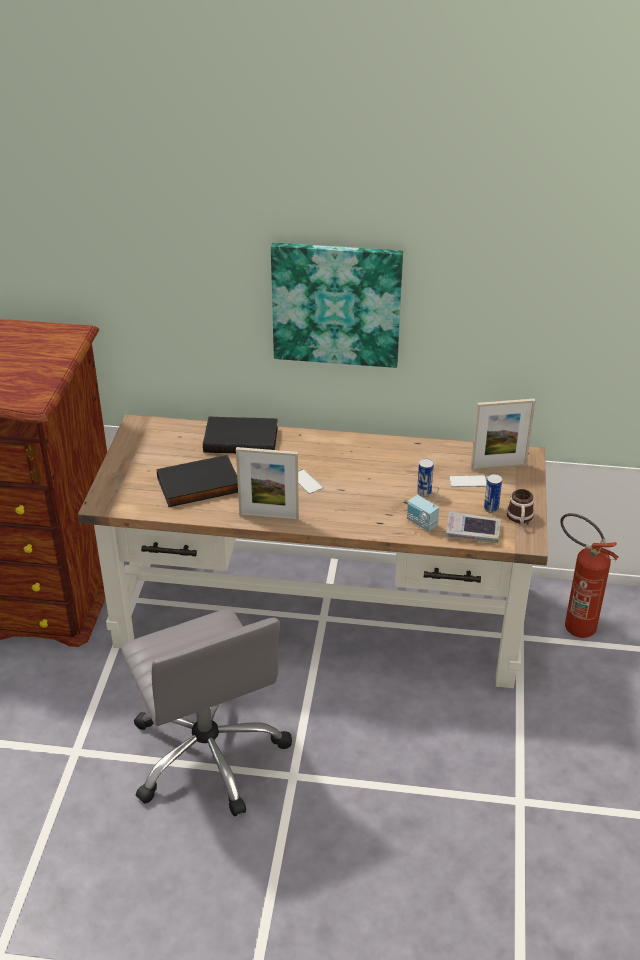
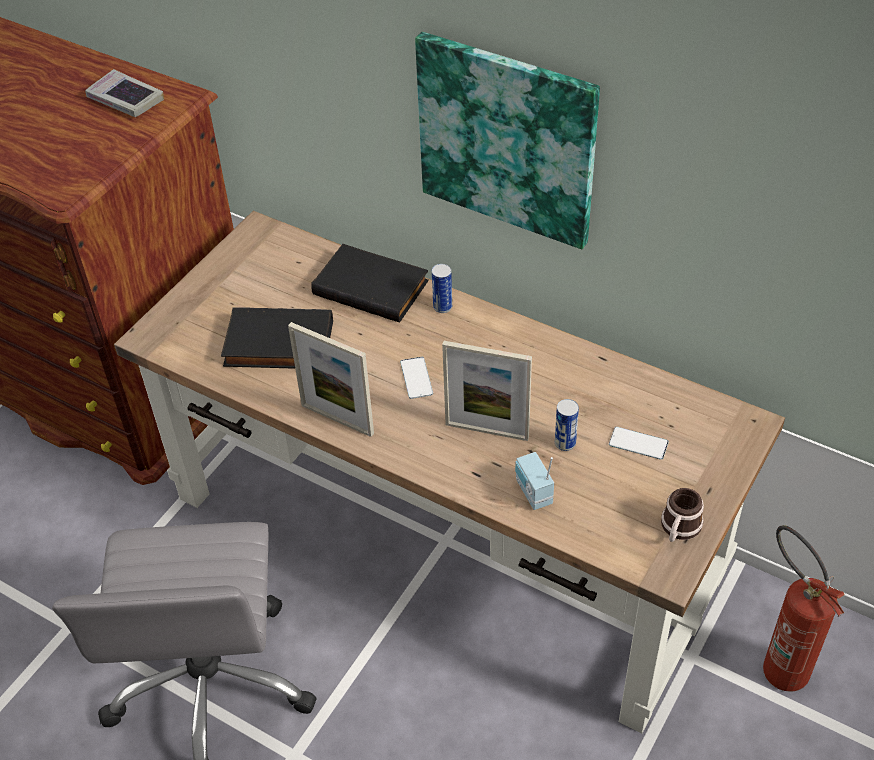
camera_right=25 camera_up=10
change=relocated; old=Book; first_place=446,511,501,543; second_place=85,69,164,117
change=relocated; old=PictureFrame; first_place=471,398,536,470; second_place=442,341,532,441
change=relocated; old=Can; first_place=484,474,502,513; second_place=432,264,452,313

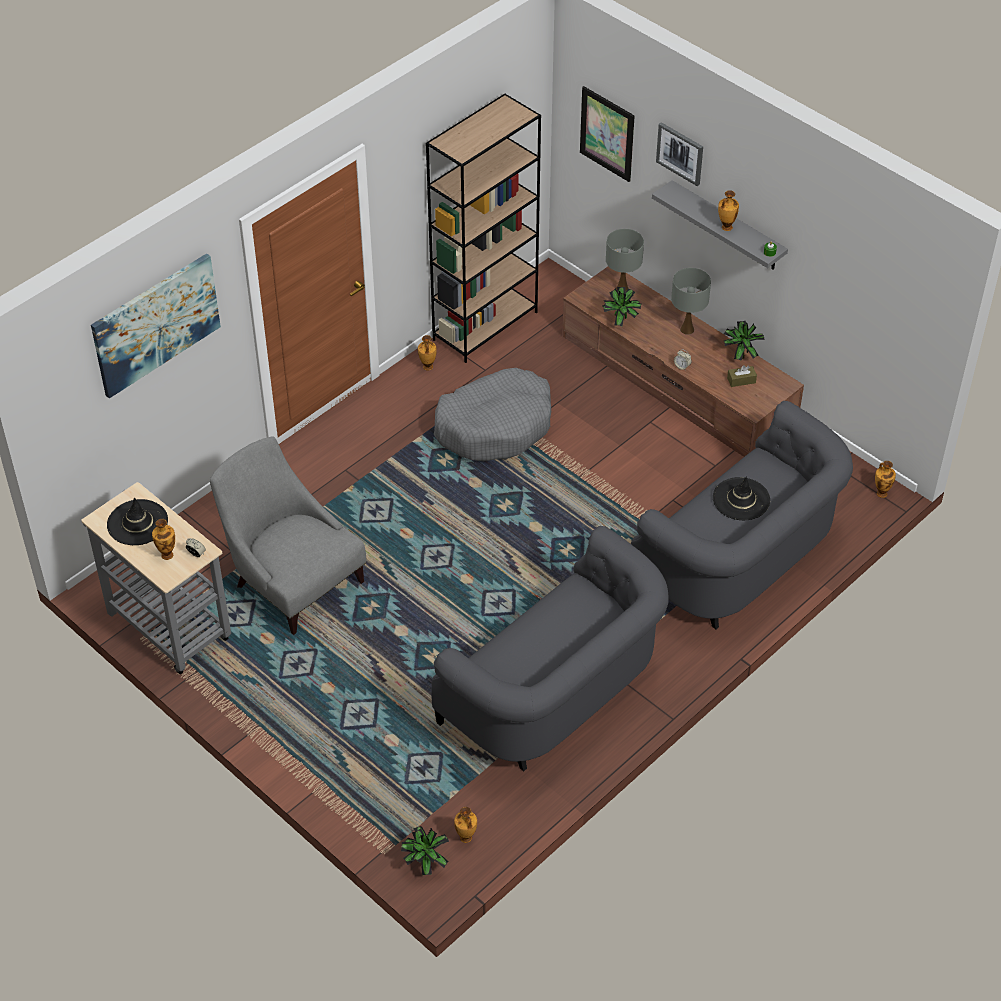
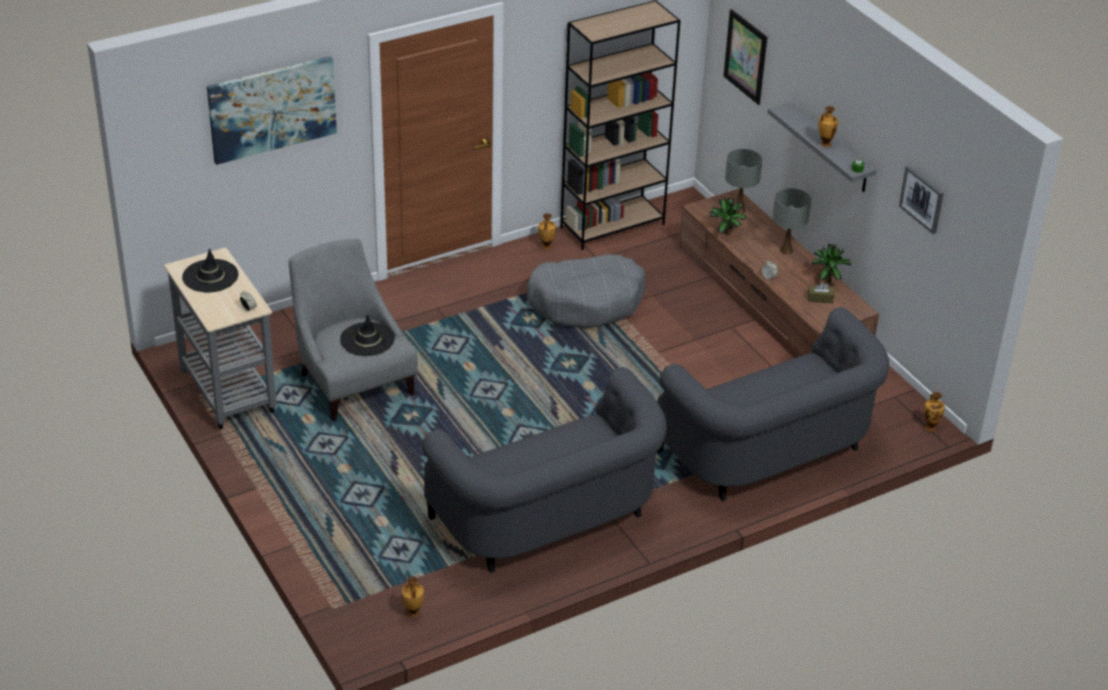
camera_right=15 camera_up=-10
change=missing; old=Vase; first_place=152,519,175,560
change=missing; old=PottedPlant; first_place=401,826,449,875
change=relocated; old=Picture; first_place=656,122,703,186; second_place=899,165,944,234
change=relocated; old=BlackHat; first_place=713,476,770,520; second_place=340,314,395,356

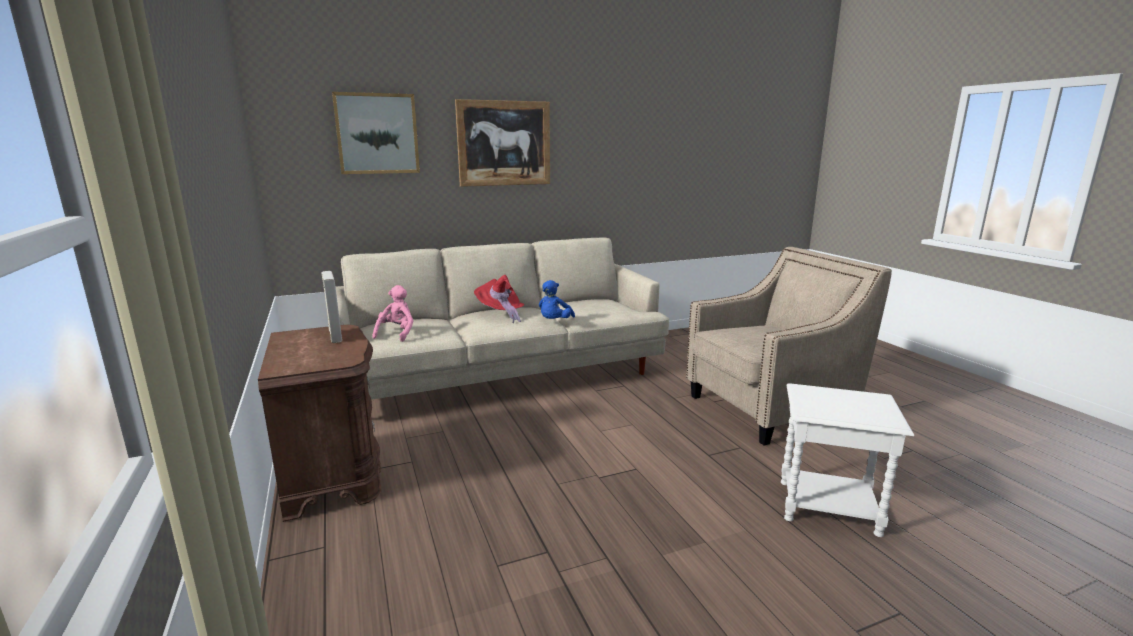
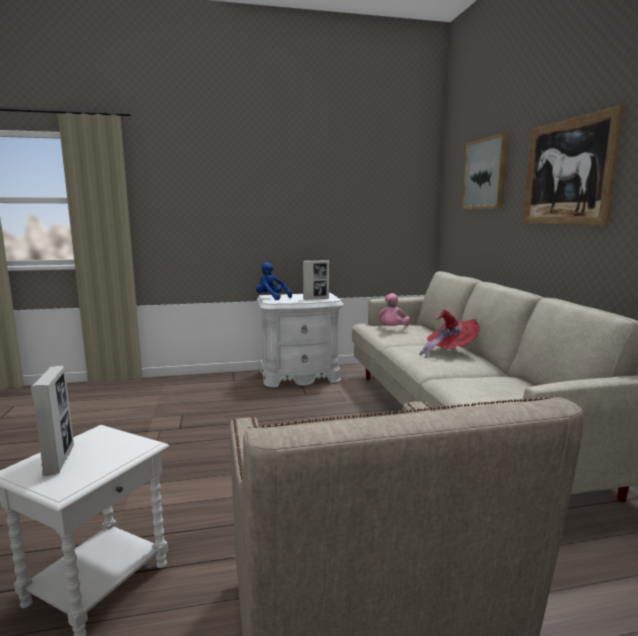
camera_right=100 camera_up=-5
change=appeared; new=PictureFrame; second_place=31,366,74,476
change=relocated; old=BluePlushToy; first_place=539,280,575,319; second_place=256,262,292,300
change=colour; old=BrownNightstand; new=WhiteNightstand; first_place=258,325,381,522; second_place=257,293,344,388
change=spun; old=PinkPlushToy; first_place=372,285,413,342; second_place=378,293,410,326; degrees=90

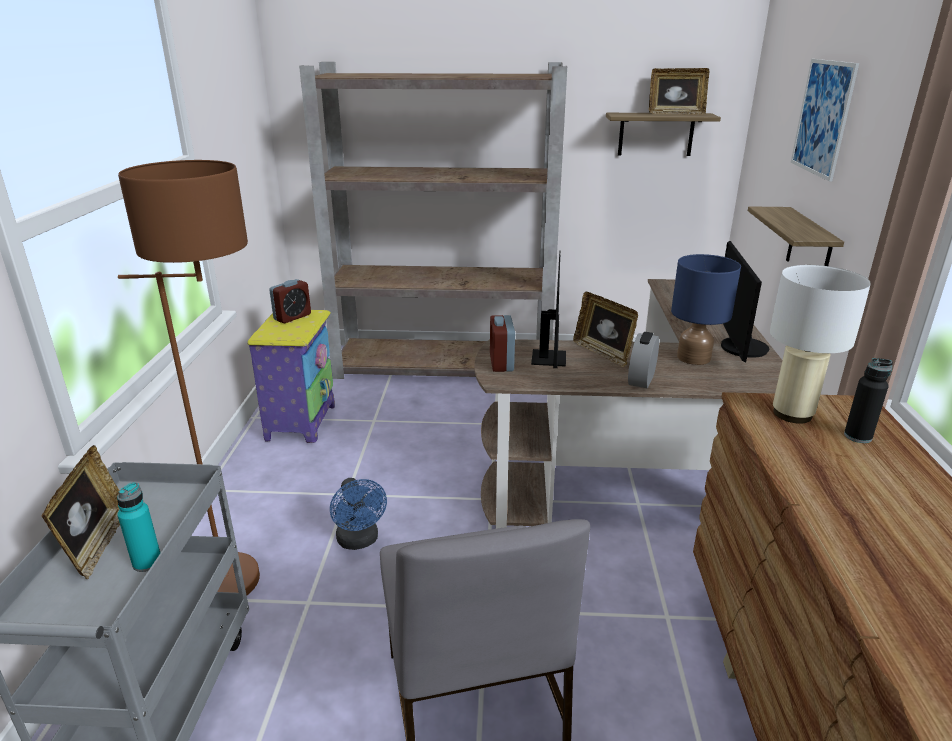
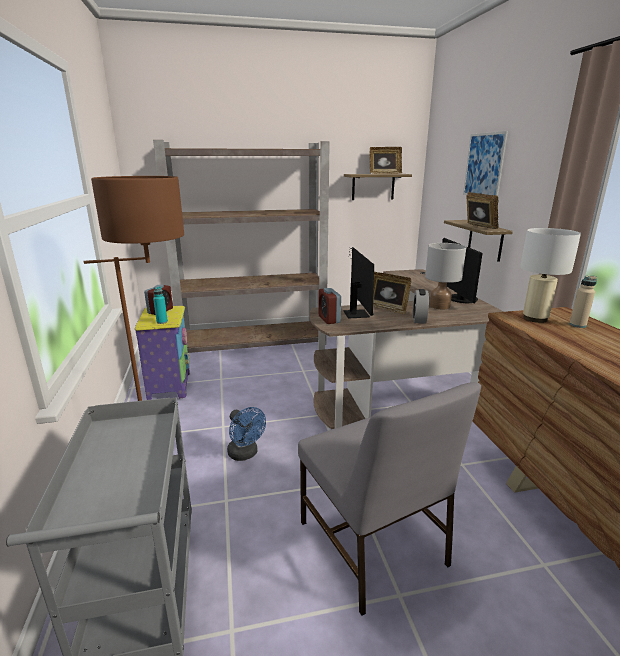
camera_right=-15 camera_up=-5
change=relocated; old=PictureFrame; first_place=41,445,120,579; second_place=466,192,499,229
change=relocated; old=TurquoiseBottle; first_place=117,482,160,572; second_place=153,287,168,324
change=colour; old=BlueTableLamp; new=GreyTableLamp; first_place=671,254,741,365; second_place=425,243,466,309
change=colour; old=BlackBottle; new=BeigeBottle; first_place=844,358,893,443; second_place=569,276,597,328

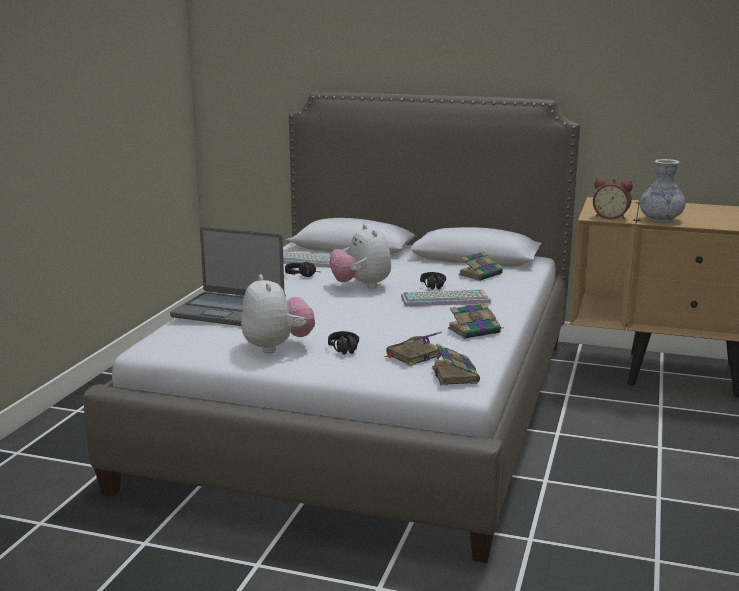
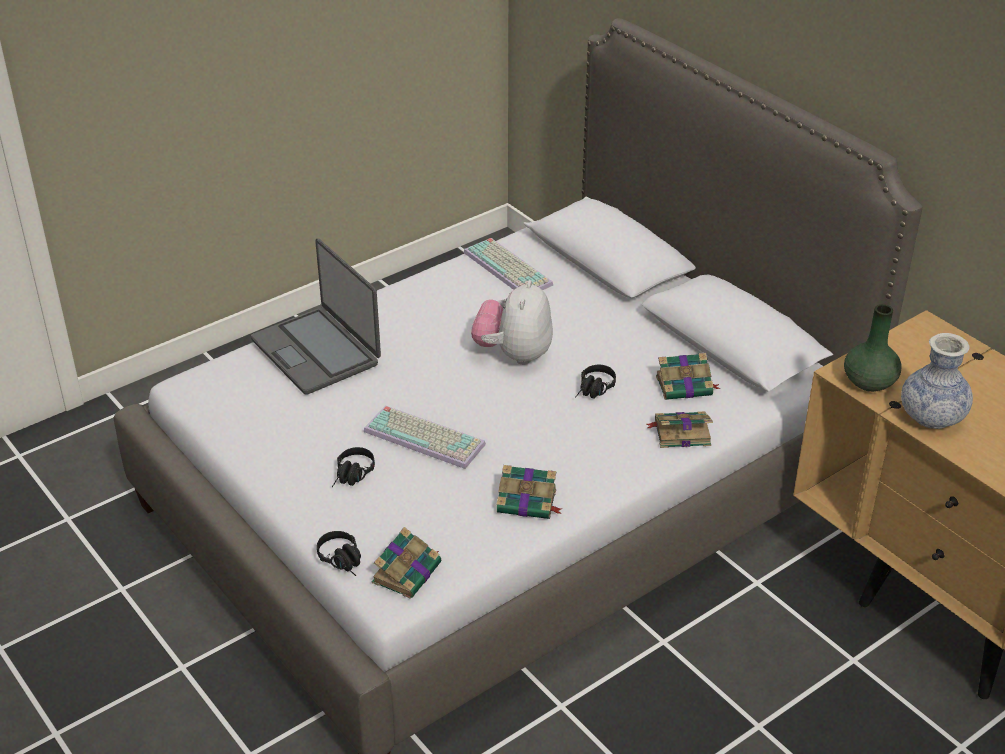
camera_right=35 camera_up=20
change=missing; old=PlushToy; first_place=241,274,315,353
change=relocated; old=BlackHeadphones; first_place=285,262,318,277; second_place=317,531,361,576
change=relocated; old=Book; first_place=384,332,442,366; second_place=647,411,713,448
change=relocated; old=Keyboard; first_place=401,289,491,307; second_place=364,405,486,469
change=exchanged; old=AlarmClock; new=GreenVase; first_place=593,178,633,220; second_place=844,304,902,392

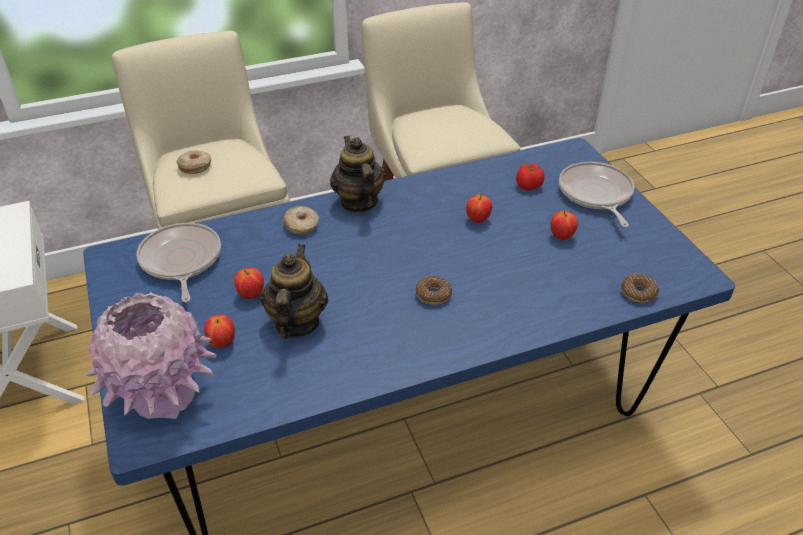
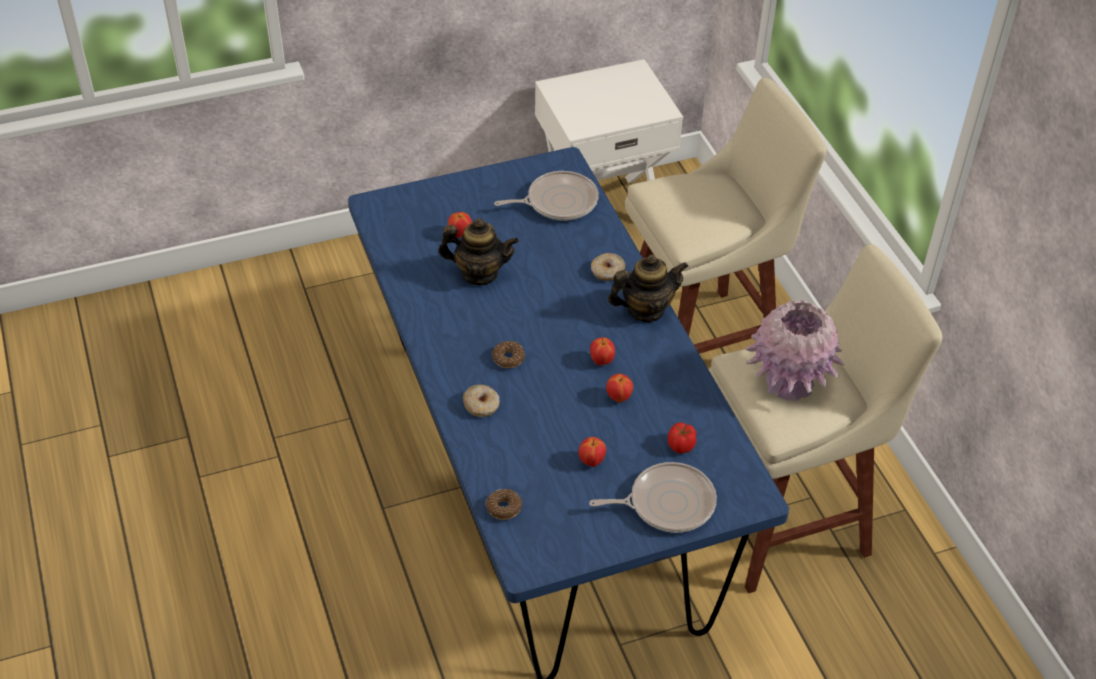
camera_right=90 camera_up=5
change=relocated; old=PinkVase; first_place=86,292,217,419; second_place=745,300,845,401
change=relocated; old=Donut; first_place=177,150,211,174; second_place=463,384,500,417
change=relocated; old=Apple; first_place=234,268,264,299; second_place=590,337,615,365

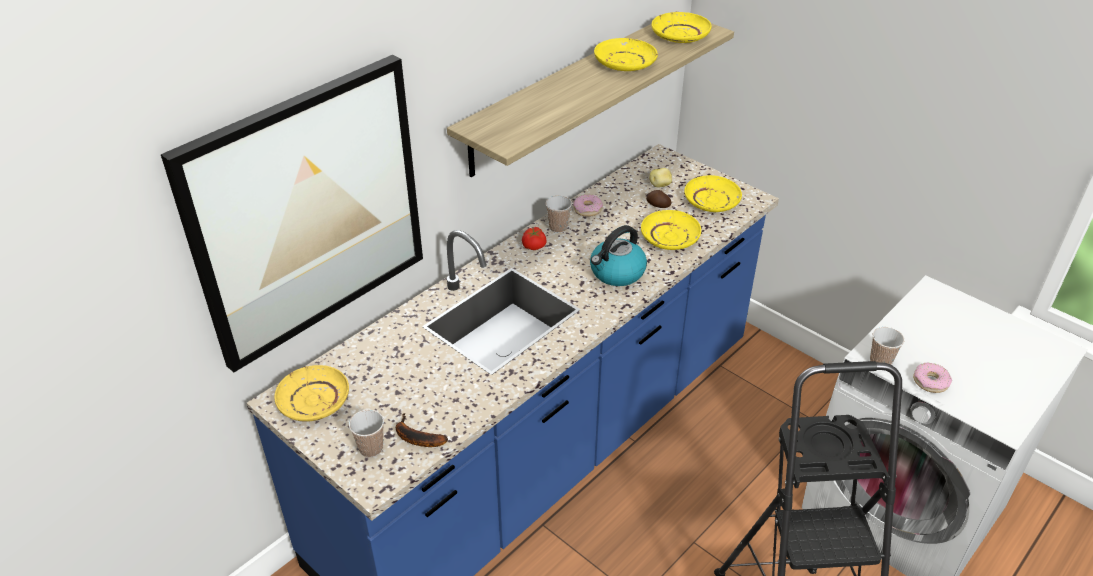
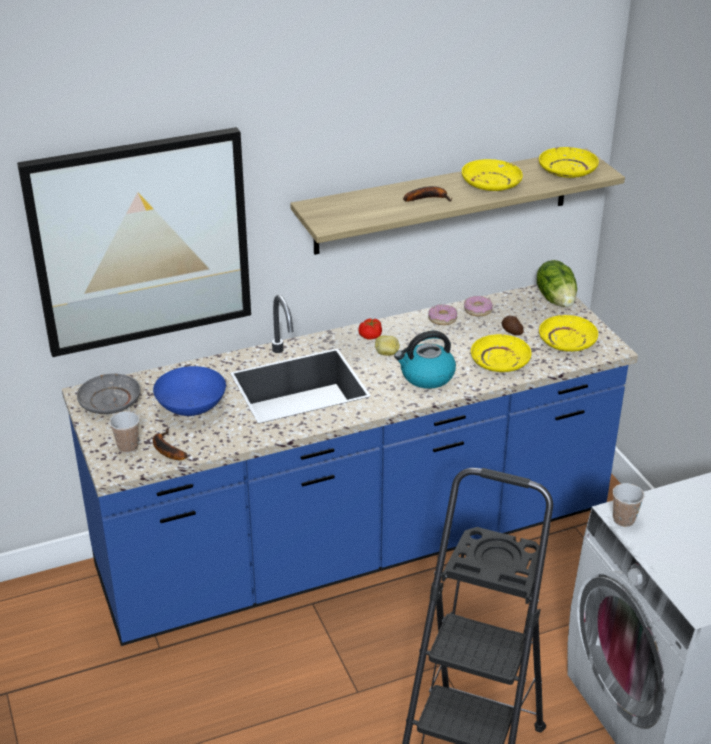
camera_right=25 camera_up=-5
change=missing; old=Cup; first_place=546,196,572,233
change=appeared; new=BlueBowl; second_place=153,366,226,416
change=appeared; new=Banana; second_place=403,186,452,202
change=appeared; new=Lettuce; second_place=537,260,577,307
change=relocated; old=Potato; first_place=650,168,672,188; second_place=375,336,400,356
change=relocated; old=Donut; first_place=913,363,952,393; second_place=464,296,493,316
change=colour; old=YellowPlate; new=GreyPlate; first_place=274,365,349,422; second_place=77,374,140,414

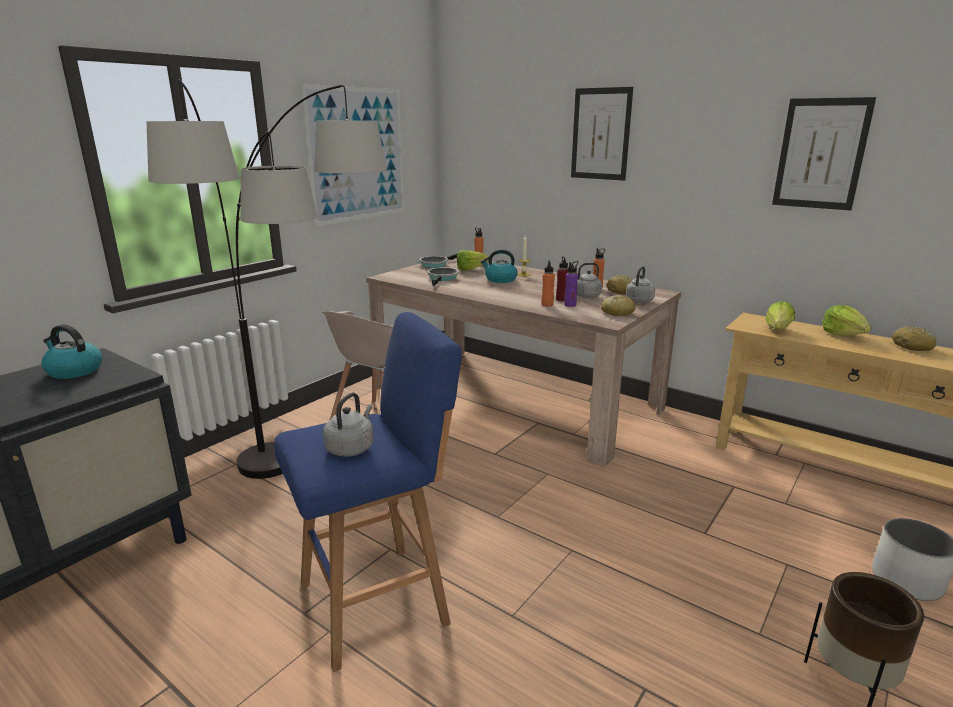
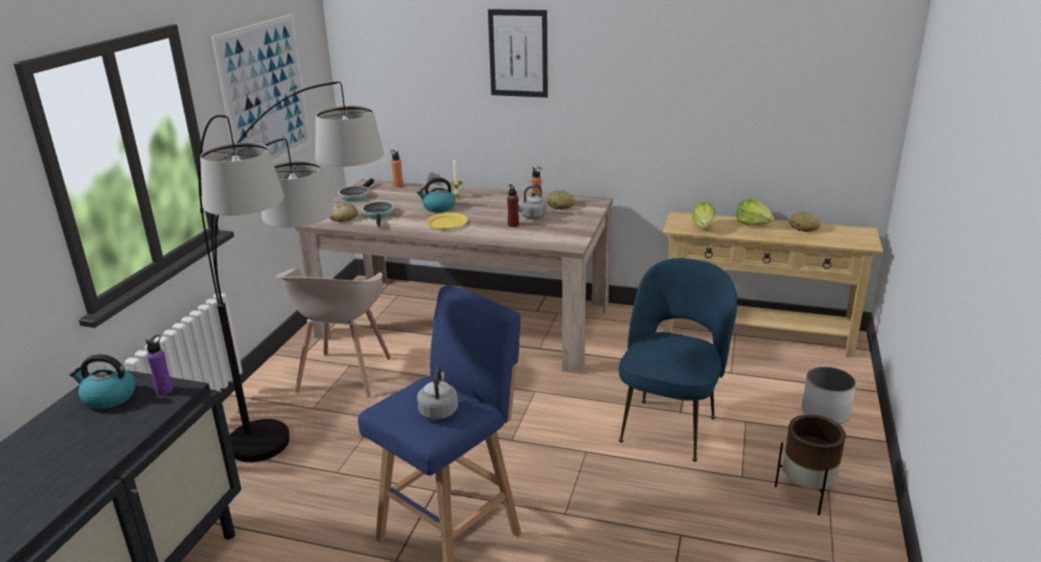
camera_right=-20 camera_up=5
change=missing; old=Lettuce; first_place=457,250,489,271
change=missing; old=OrangeBottle; first_place=541,260,555,307
change=missing; old=GreyKettle; first_place=626,266,655,303
change=missing; old=Picture; first_place=772,97,876,211
change=appeared; new=YellowPlate; second_place=426,213,468,229
change=appeared; new=BlueChair; second_place=619,258,737,462
change=relocated; old=PurpleBottle; first_place=564,261,578,307; second_place=146,335,173,395
change=relocated; old=Bread; first_place=601,295,635,316; second_place=329,202,358,222

